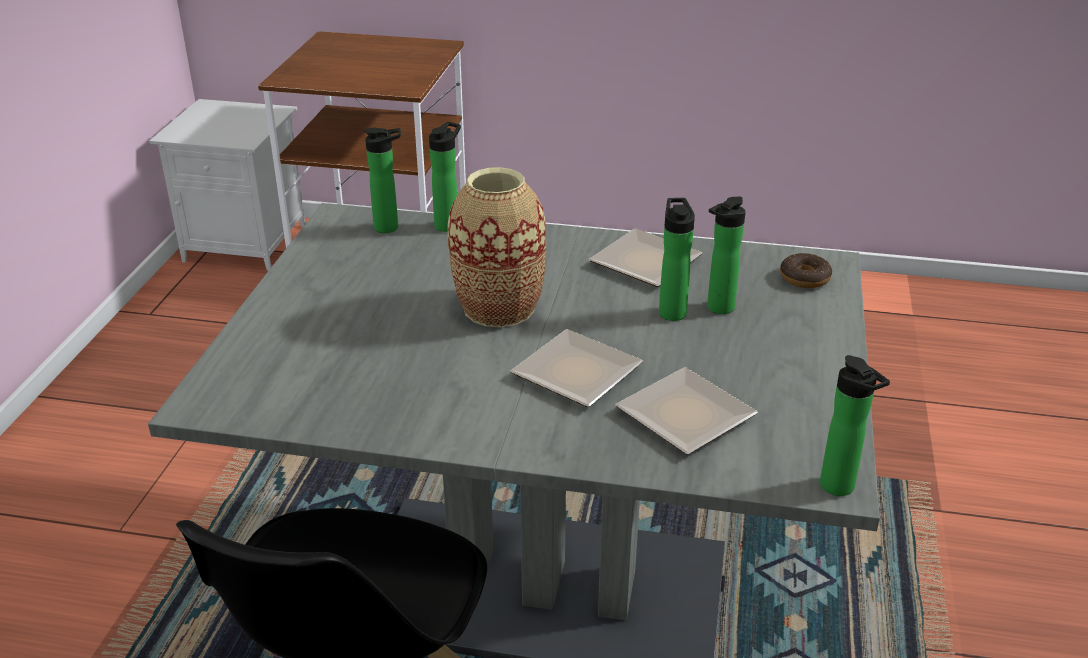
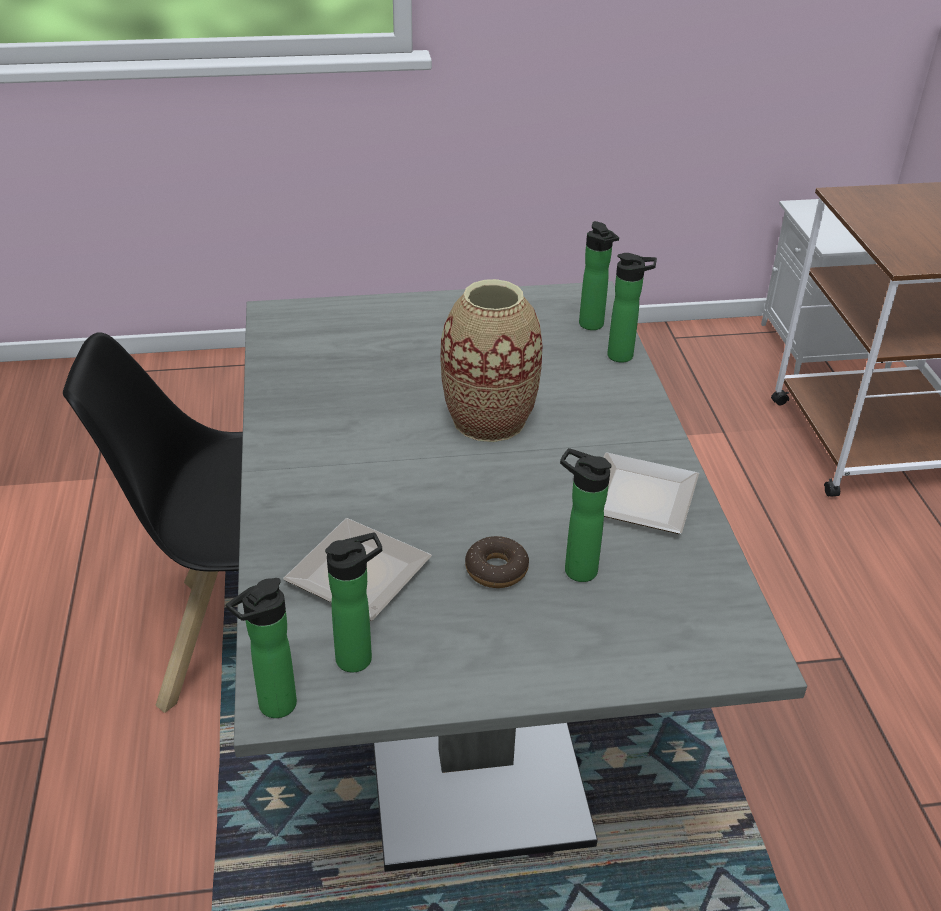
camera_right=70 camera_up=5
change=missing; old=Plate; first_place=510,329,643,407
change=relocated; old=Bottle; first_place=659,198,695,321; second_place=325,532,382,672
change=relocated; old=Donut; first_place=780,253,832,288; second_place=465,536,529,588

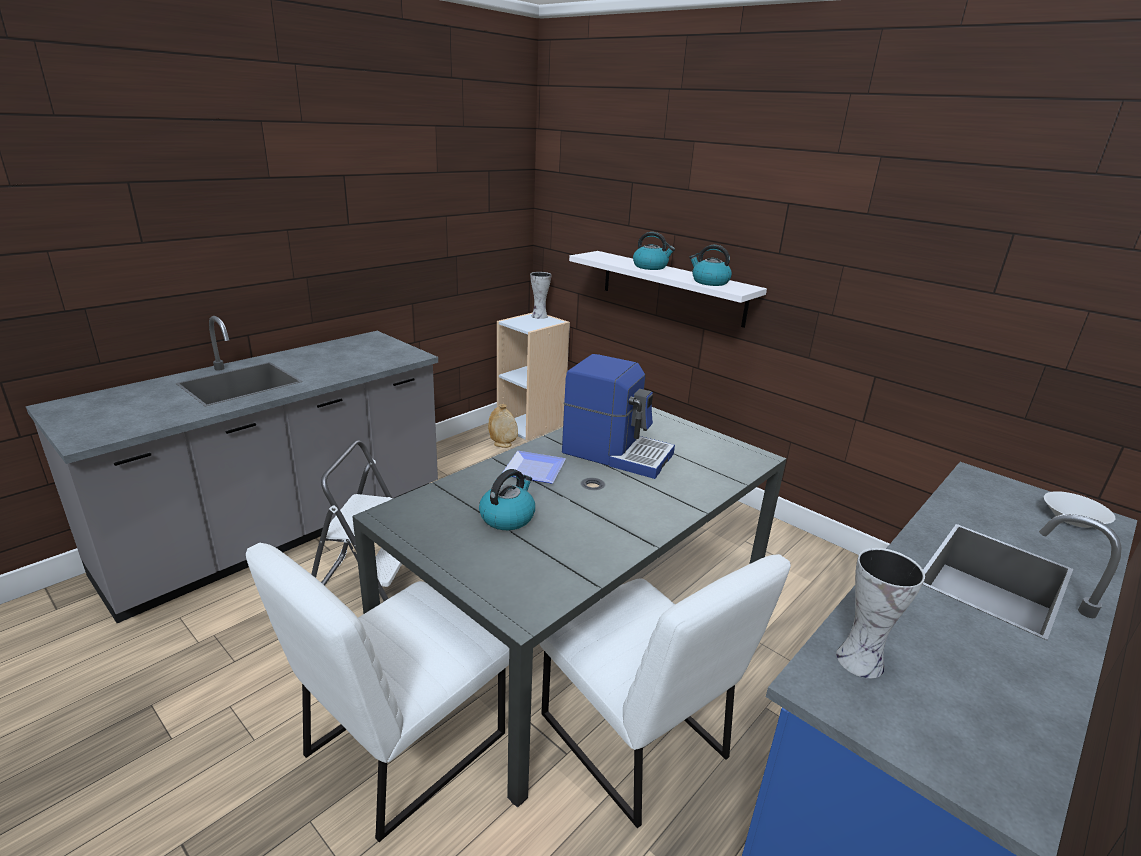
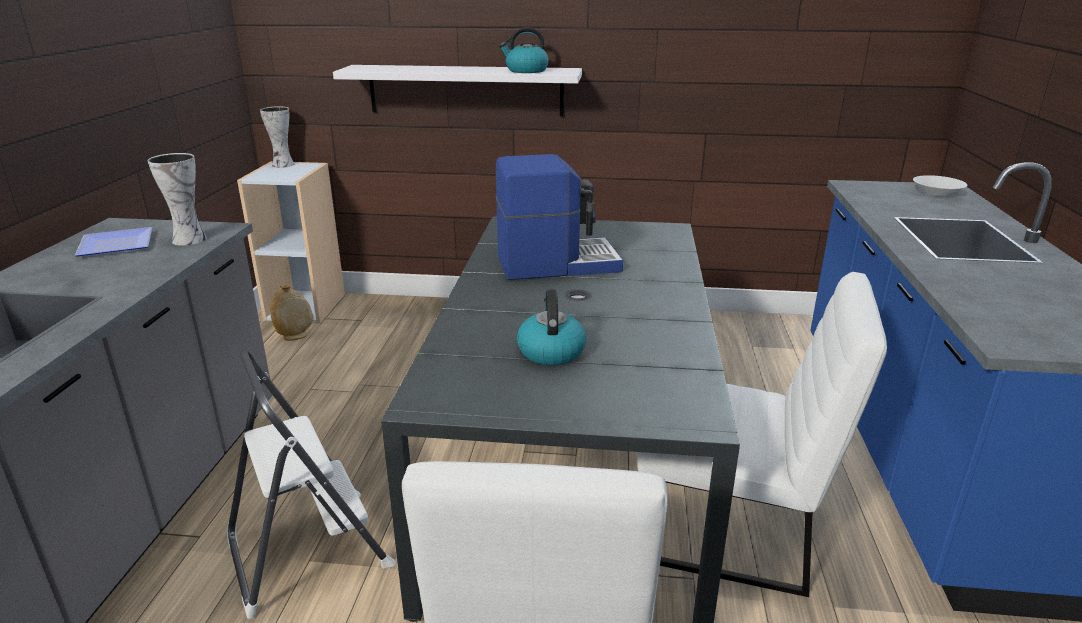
camera_right=-35 camera_up=0
change=missing; old=Kettle; first_place=633,232,675,270
change=relocated; old=Plate; first_place=501,451,566,484; second_place=75,227,152,256
change=relocated; old=Vase; first_place=836,548,925,678; second_place=148,153,207,246

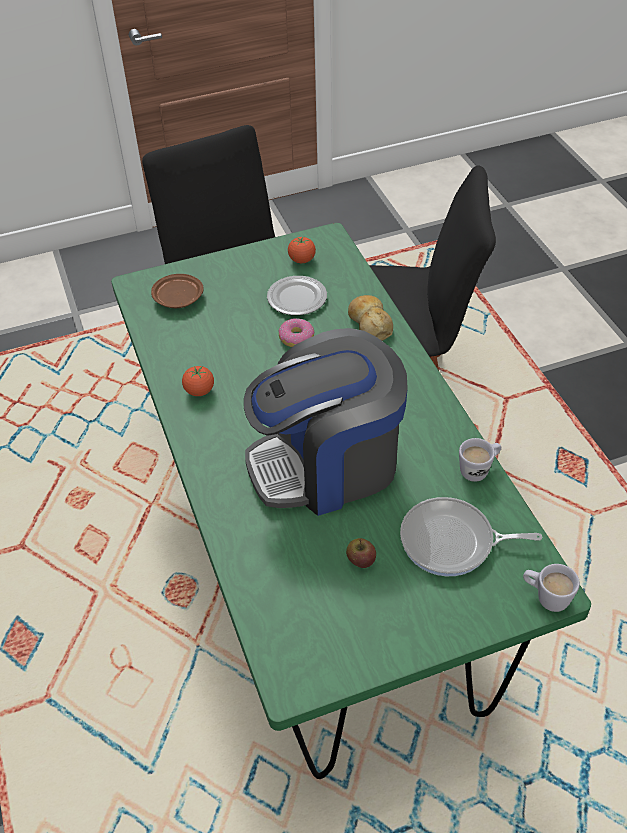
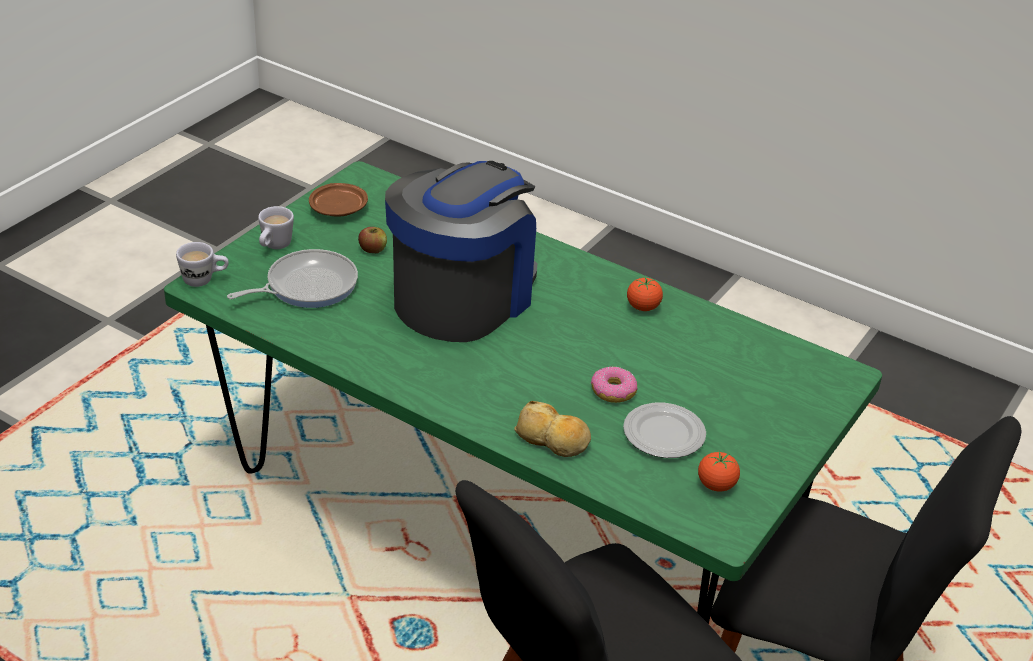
camera_right=140 camera_up=-10
change=relocated; old=BrownPlate; first_place=151,274,204,308; second_place=309,183,368,216
change=relocated; old=WhiteMug; first_place=459,438,501,482; second_place=258,206,294,249

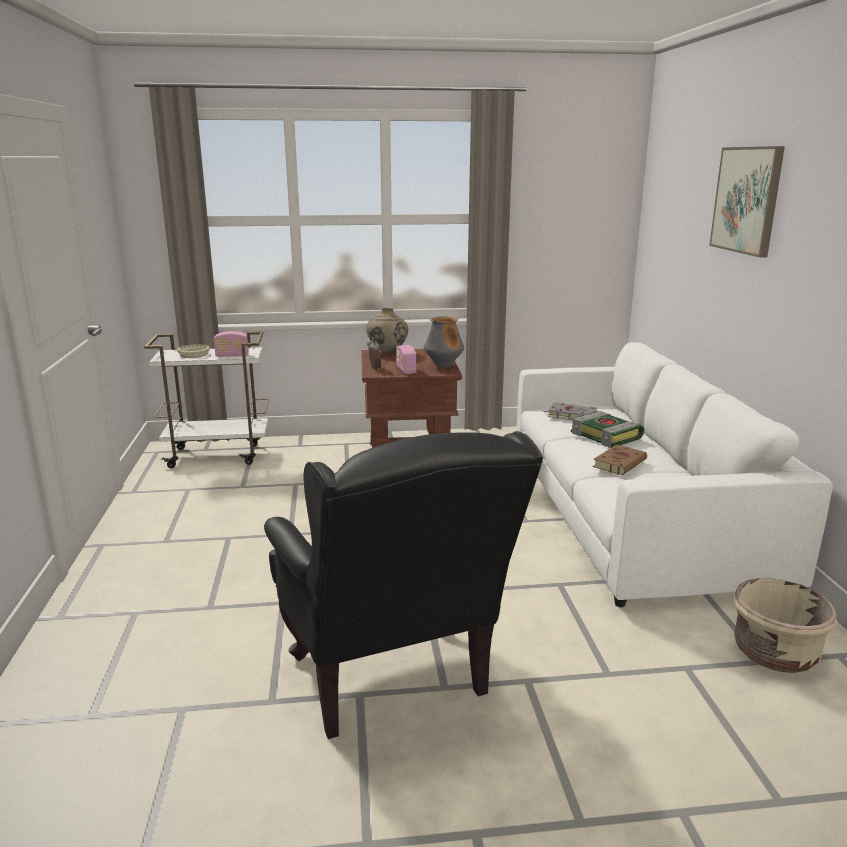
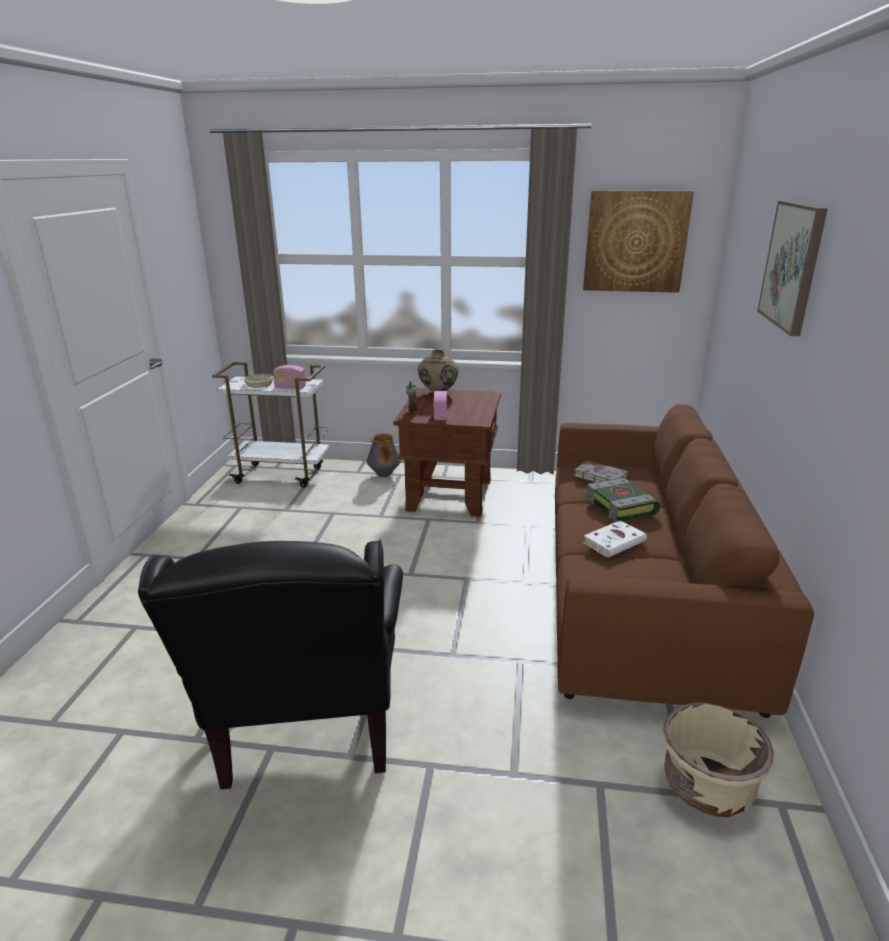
camera_right=15 camera_up=5
change=appeared; new=Picture; second_place=583,190,694,293
change=relocated; old=Vase; first_place=424,316,464,368; second_place=366,433,401,477
change=colour; old=WhiteSofa; new=BrownSofa; first_place=516,342,833,607; second_place=555,404,814,718
change=colour; old=BrownBook; new=WhiteBook; first_place=593,445,647,475; second_place=583,520,647,558

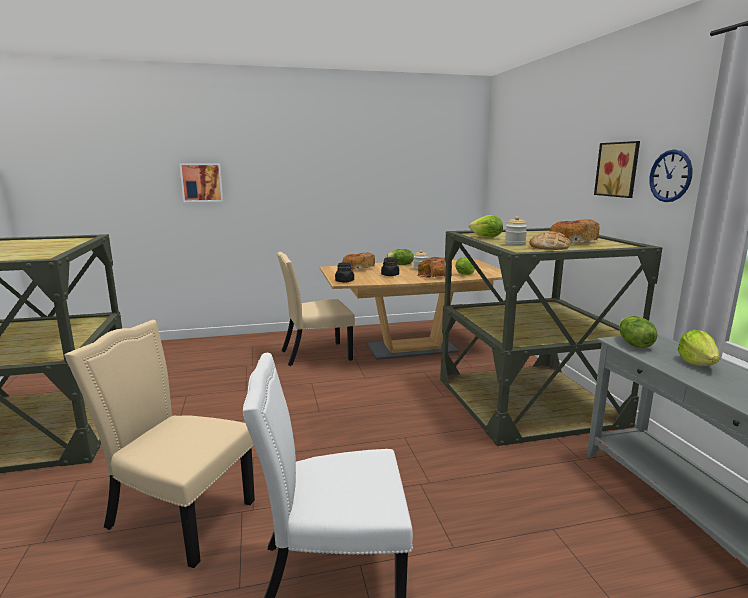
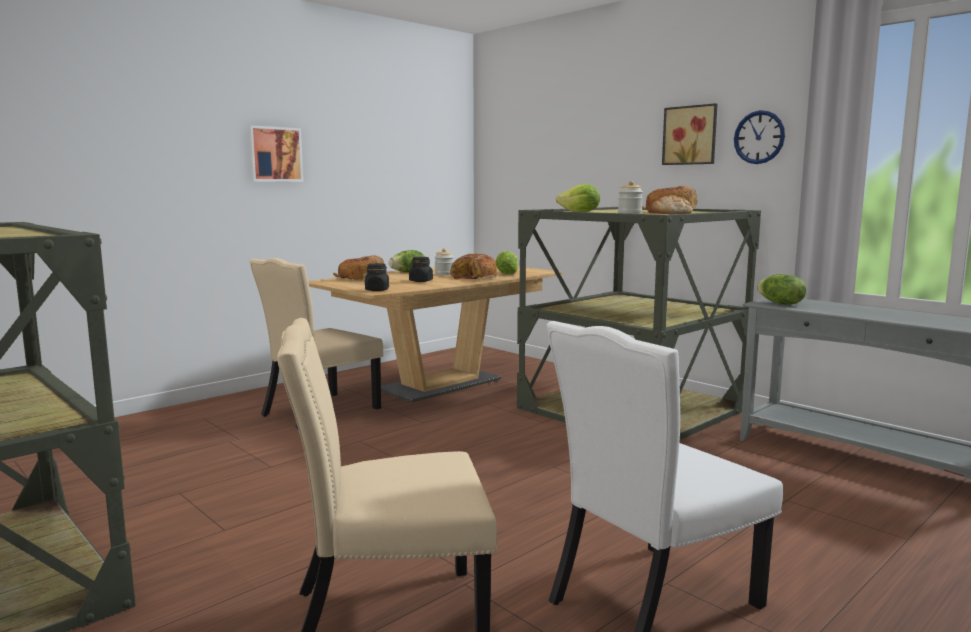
camera_right=-30 camera_up=-5
change=missing; old=Lettuce; first_place=677,330,719,366
change=relocated; old=Picture; first_place=179,163,223,202; second_place=248,125,303,182

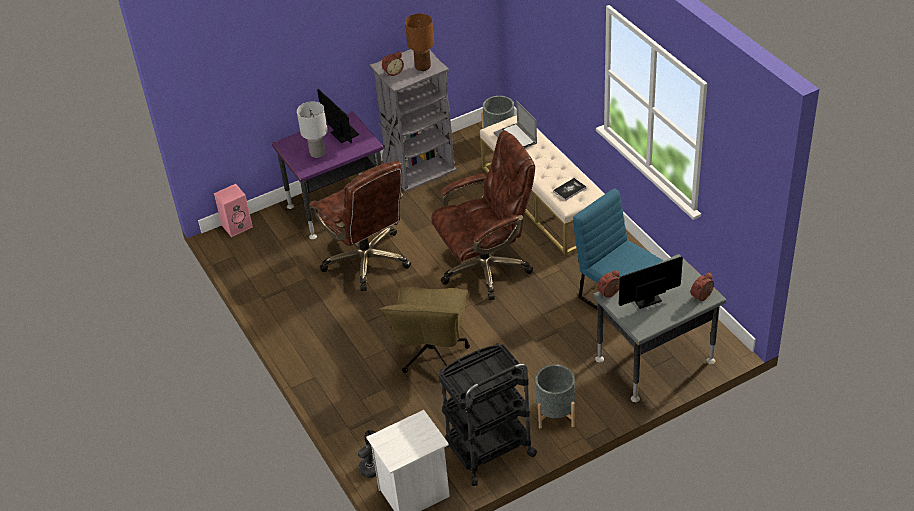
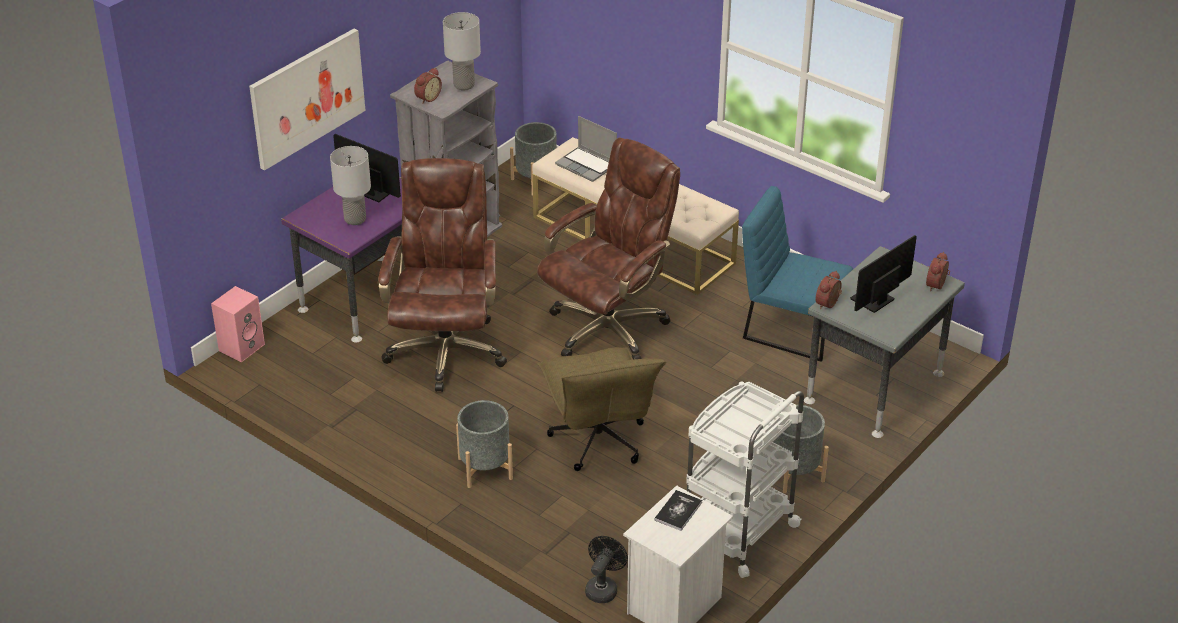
camera_right=-25 camera_up=-5
change=appeared; new=Picture; second_place=249,29,366,171
change=appeared; new=GreyPlanter; second_place=456,400,513,488
change=relocated; old=Book; first_place=553,178,586,201; second_place=654,490,702,531
change=colour; old=BrownTableLamp; new=GreyTableLamp; first_place=405,13,434,71; second_place=443,12,481,91
change=colour; old=BlackCart; new=WhiteCart; first_place=439,343,537,486; second_place=686,382,804,578
change=spun; old=BrownOfficeChair; first_place=309,160,411,291; second_place=378,158,507,392; degrees=-120

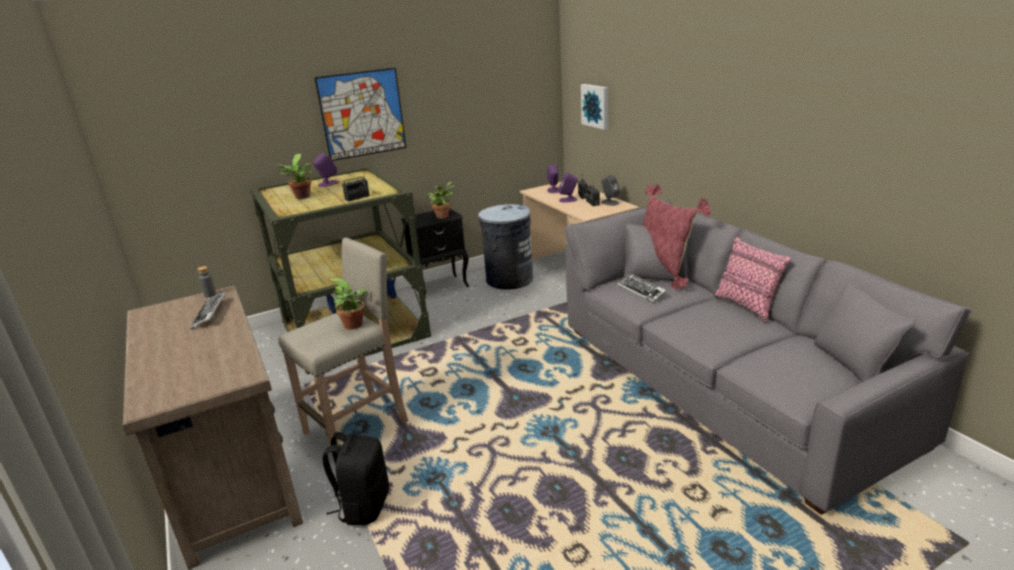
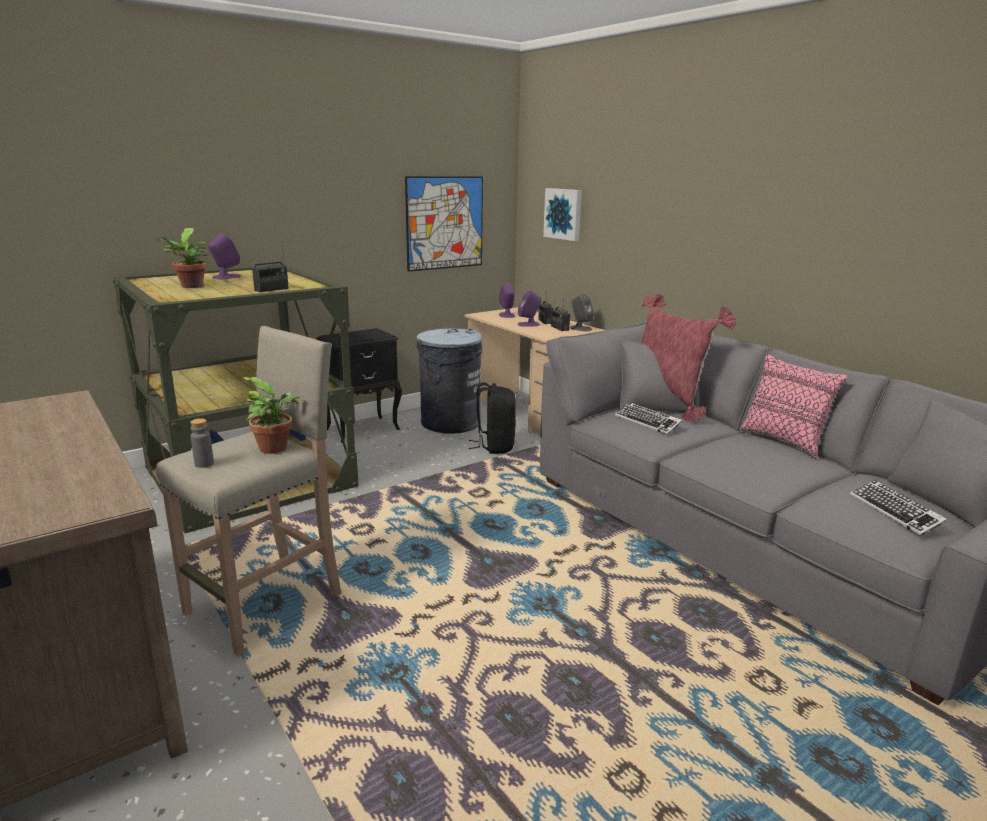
camera_right=-10 camera_up=-5
change=missing; old=PottedPlant; first_place=427,182,455,219
change=relocated; old=Keyboard; first_place=190,291,226,330; second_place=850,480,948,536
change=relocated; old=GreyBottle; first_place=197,266,216,297; second_place=190,419,214,468
change=relocated; old=Picture; first_place=314,68,406,161; second_place=405,176,483,272
change=relocated; old=BlackBackpack; first_place=322,432,389,525; second_place=469,382,516,454

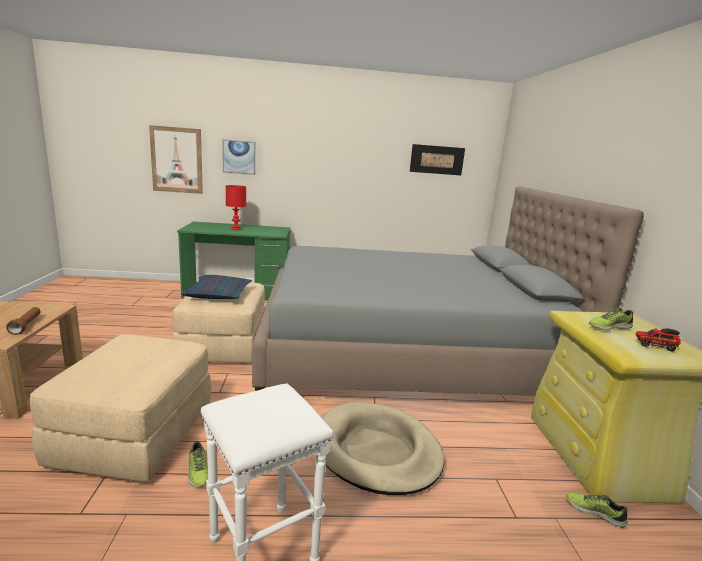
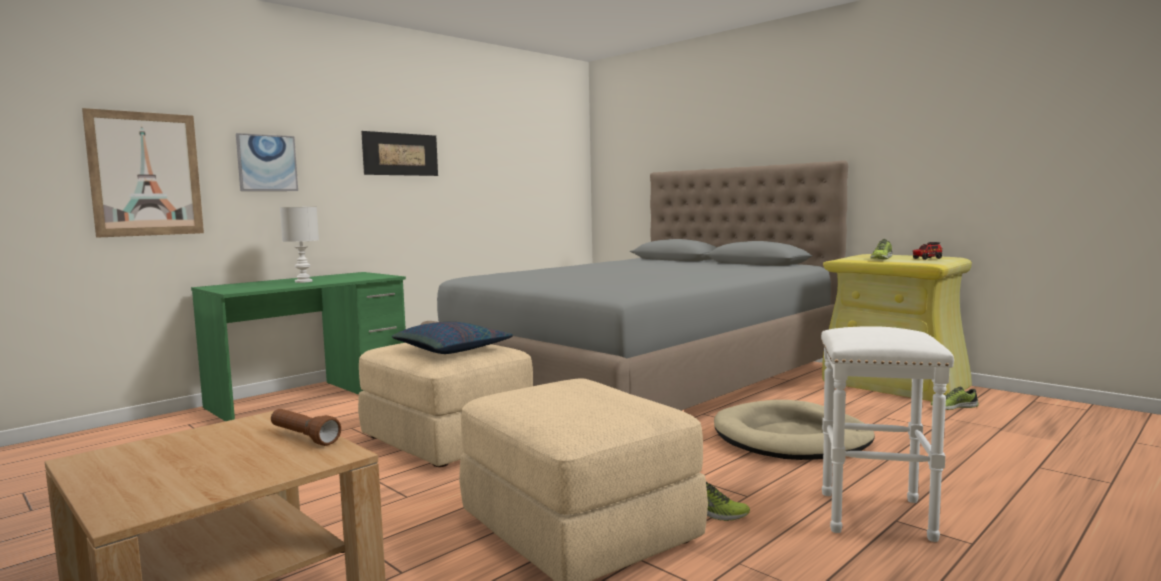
camera_right=-40 camera_up=-10
change=relocated; old=Picture; first_place=410,144,465,175; second_place=361,131,438,176
change=colour; old=RedTableLamp; new=WhiteTableLamp; first_place=226,185,246,230; second_place=280,207,319,283

